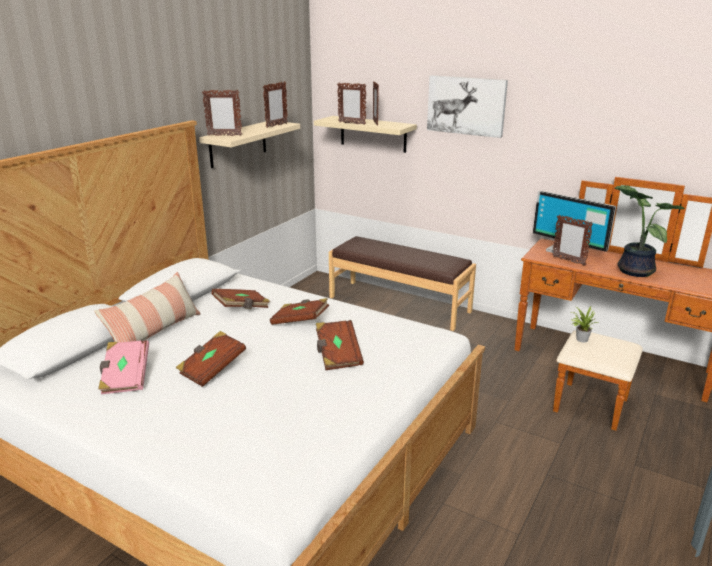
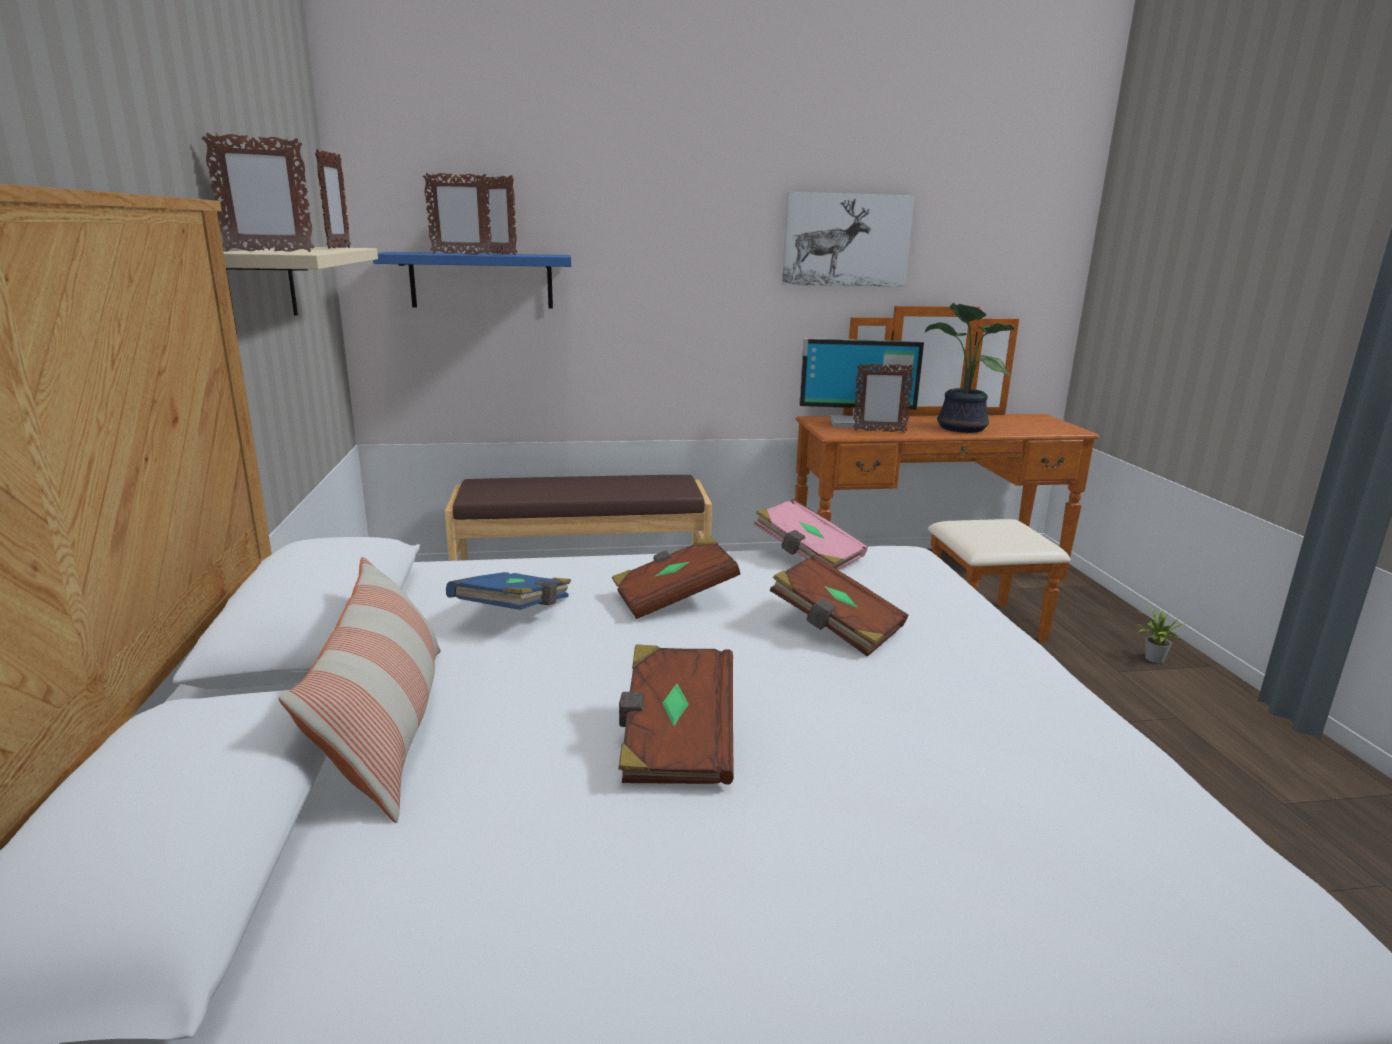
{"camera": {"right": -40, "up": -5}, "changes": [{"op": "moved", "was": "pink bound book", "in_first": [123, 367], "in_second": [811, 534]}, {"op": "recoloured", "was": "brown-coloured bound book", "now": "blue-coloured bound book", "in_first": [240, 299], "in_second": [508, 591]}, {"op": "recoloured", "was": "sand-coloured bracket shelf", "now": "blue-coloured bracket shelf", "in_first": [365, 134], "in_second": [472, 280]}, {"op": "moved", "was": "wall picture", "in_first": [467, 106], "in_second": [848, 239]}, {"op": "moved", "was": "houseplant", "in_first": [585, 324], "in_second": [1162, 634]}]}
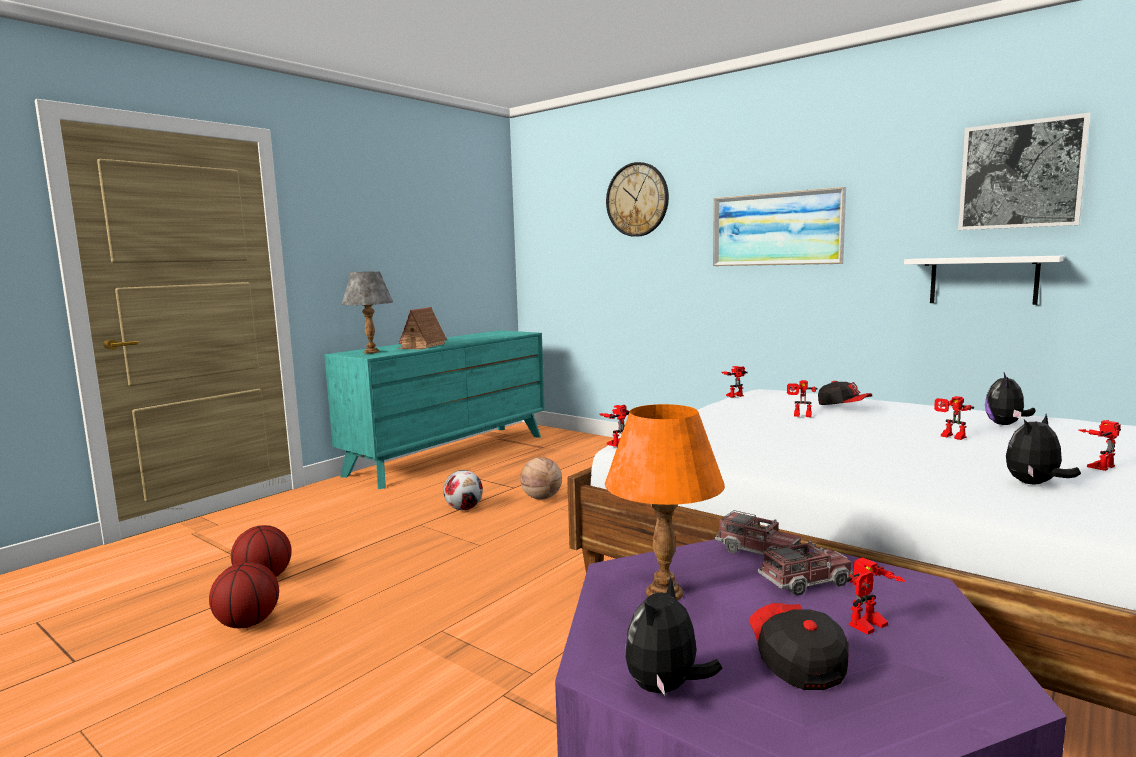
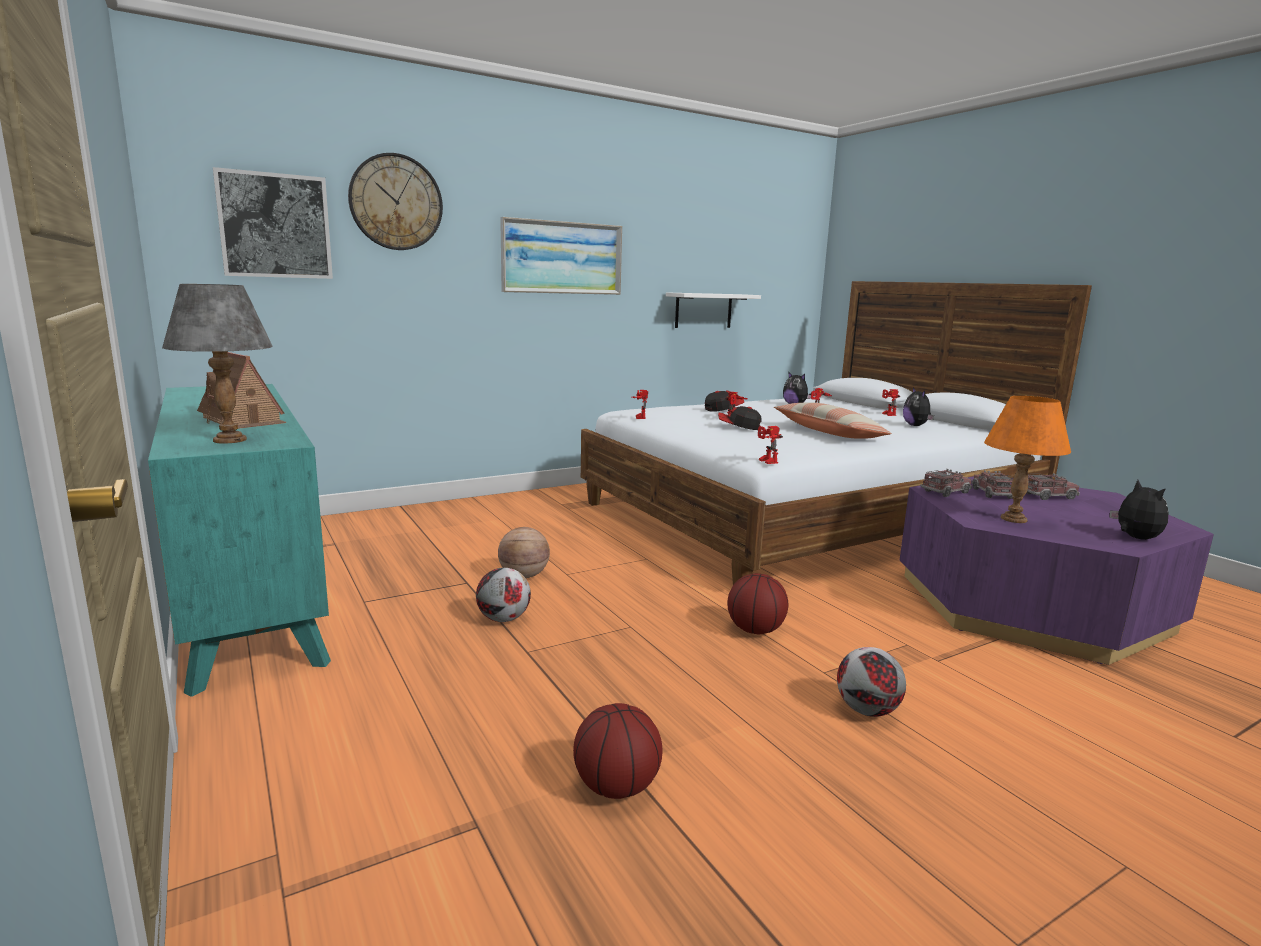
{"camera": {"right": -70, "up": 5}, "changes": [{"op": "moved", "was": "ball for basketball", "in_first": [244, 595], "in_second": [757, 603]}, {"op": "turned", "was": "plush toy", "in_first": [673, 636], "in_second": [1139, 510], "clockwise": -150}, {"op": "moved", "was": "cap", "in_first": [799, 646], "in_second": [740, 418]}, {"op": "replaced", "was": "model robot", "now": "model truck", "in_first": [875, 596], "in_second": [1053, 486]}, {"op": "moved", "was": "wall picture", "in_first": [1024, 171], "in_second": [273, 223]}, {"op": "added", "now": "cushion", "in_second": [833, 420]}, {"op": "added", "now": "ball for football", "in_second": [871, 682]}]}
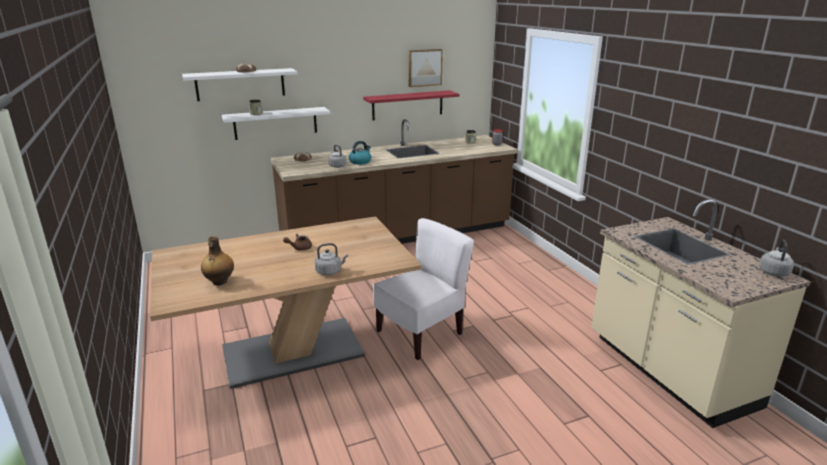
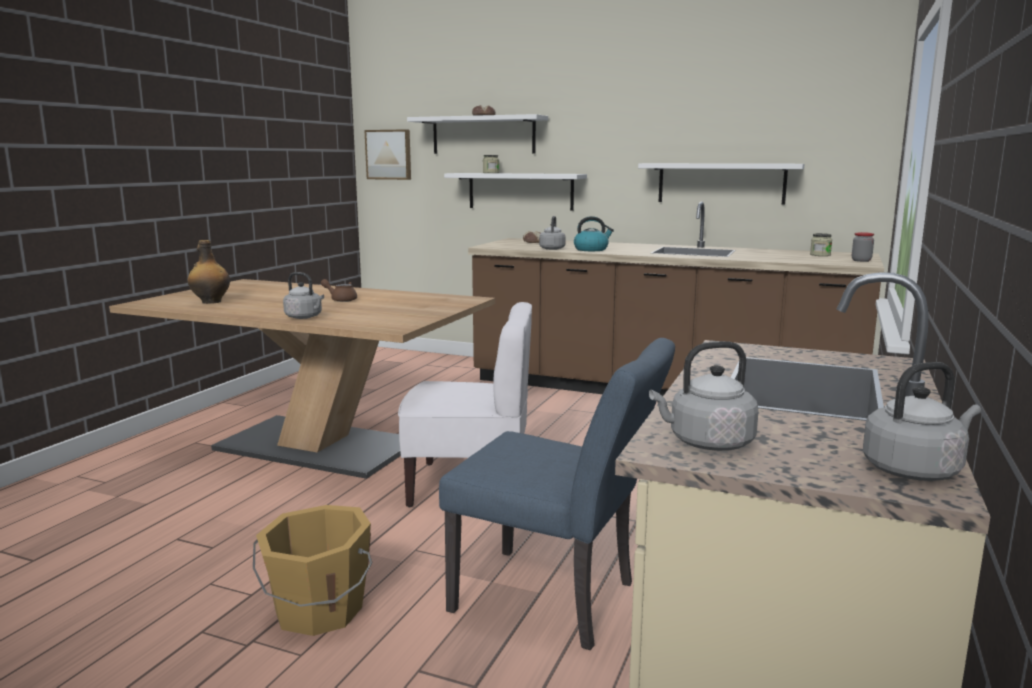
{"camera": {"right": 45, "up": -10}, "changes": [{"op": "recoloured", "was": "reddish bracket shelf", "now": "white bracket shelf", "in_first": [411, 105], "in_second": [721, 184]}, {"op": "moved", "was": "wall picture", "in_first": [425, 68], "in_second": [387, 154]}, {"op": "added", "now": "orange-coloured bucket", "in_second": [313, 570]}, {"op": "added", "now": "blue-coloured chair", "in_second": [557, 494]}, {"op": "added", "now": "gray water kettle", "in_second": [704, 396]}]}
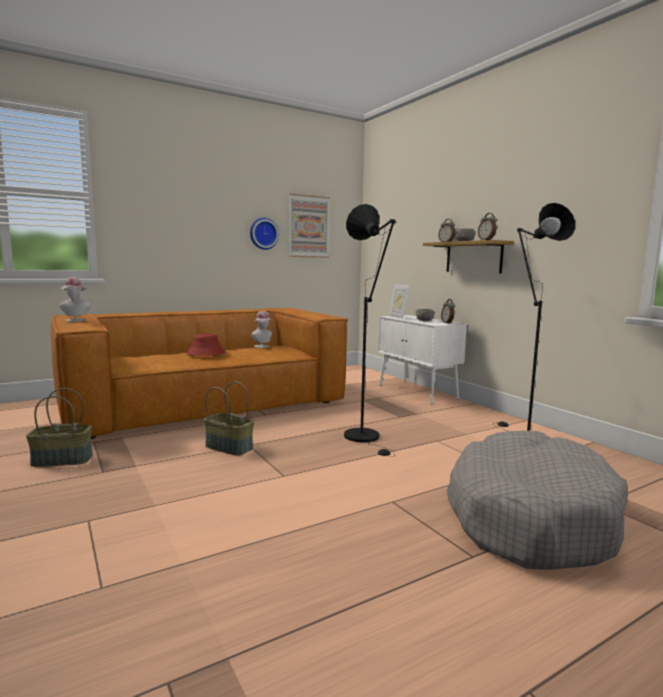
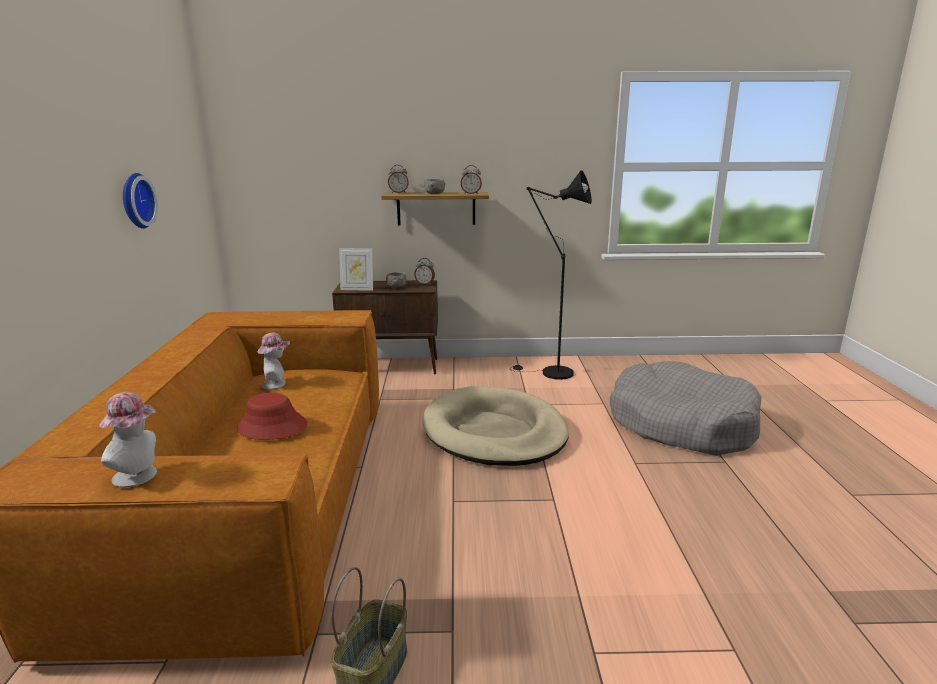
{"camera": {"right": -60, "up": 10}, "changes": [{"op": "removed", "was": "basket", "in_first": [229, 418]}, {"op": "removed", "was": "wall picture", "in_first": [309, 225]}, {"op": "replaced", "was": "black standing lamp", "now": "sand-coloured pet bed", "in_first": [370, 330], "in_second": [496, 426]}, {"op": "recoloured", "was": "white cabinet", "now": "brown-coloured cabinet", "in_first": [422, 360], "in_second": [385, 327]}]}
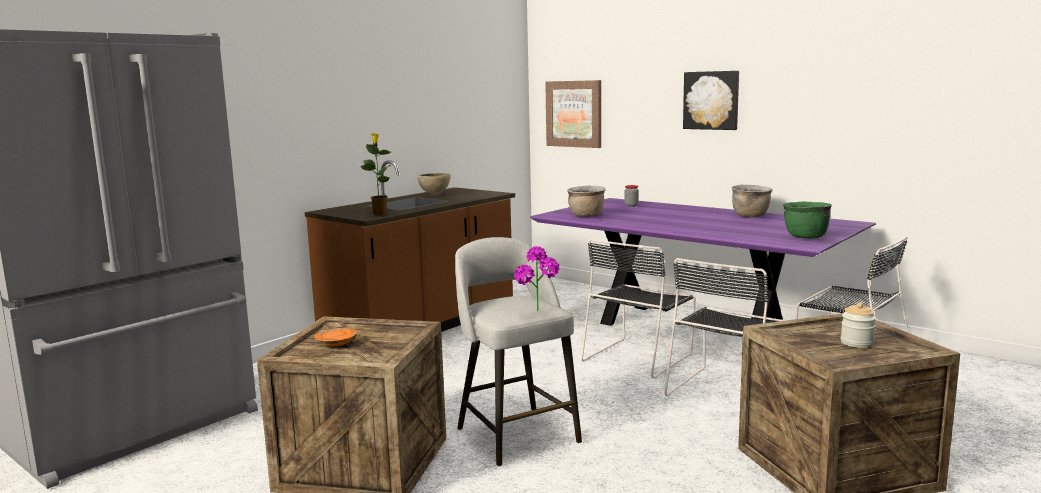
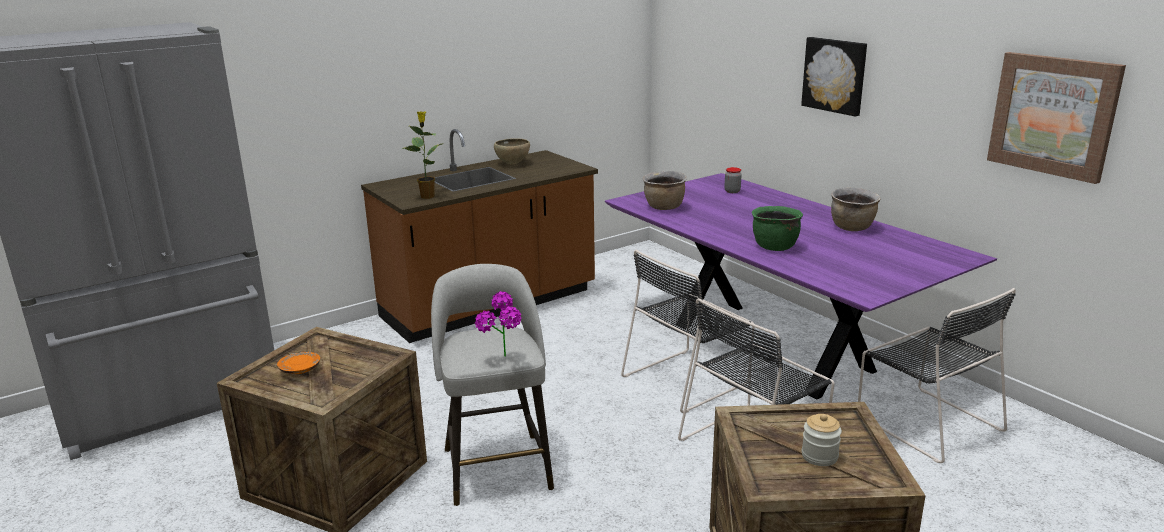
{"camera": {"right": 15, "up": 10}, "changes": [{"op": "moved", "was": "wall picture", "in_first": [573, 114], "in_second": [1056, 118]}, {"op": "moved", "was": "green stockpot", "in_first": [807, 220], "in_second": [777, 228]}]}
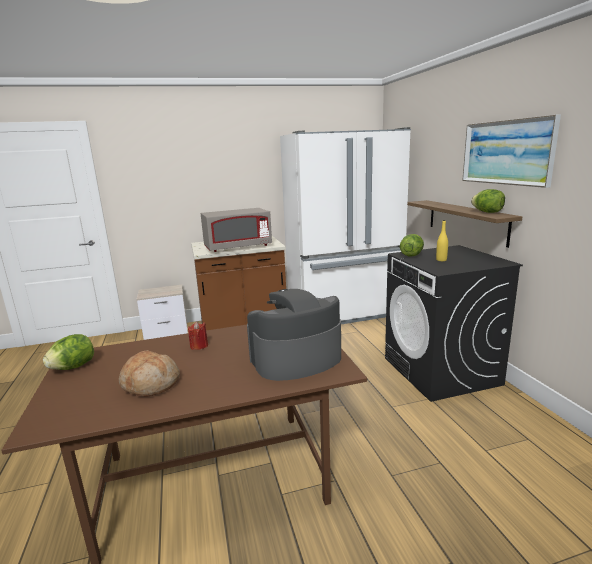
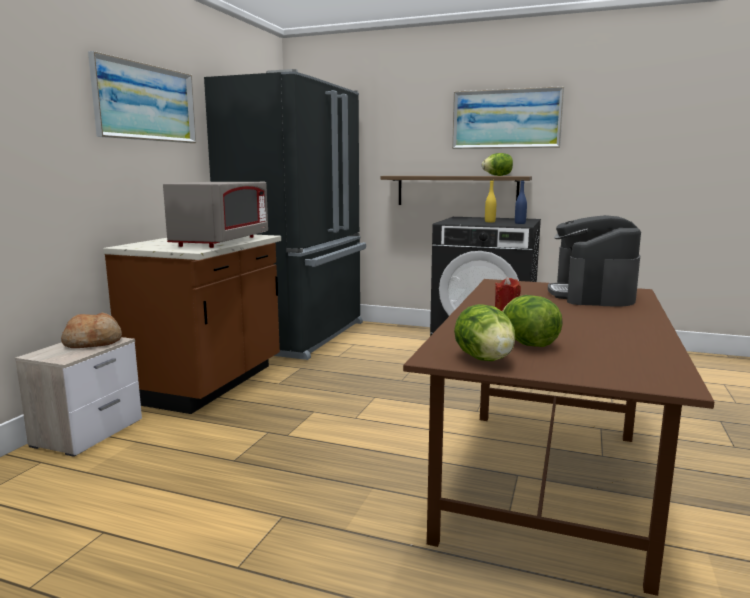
{"camera": {"right": -55, "up": -5}, "changes": [{"op": "moved", "was": "baked bread", "in_first": [149, 373], "in_second": [91, 330]}, {"op": "recoloured", "was": "white refrigerator", "now": "black refrigerator", "in_first": [345, 225], "in_second": [285, 214]}, {"op": "moved", "was": "lettuce head", "in_first": [412, 245], "in_second": [532, 321]}, {"op": "added", "now": "wall picture", "in_second": [142, 97]}, {"op": "added", "now": "blue-coloured bottle", "in_second": [521, 202]}]}
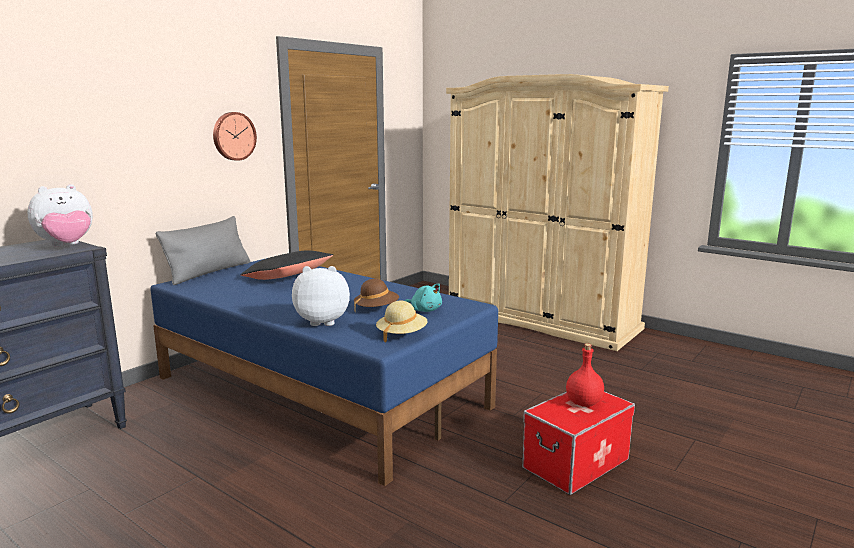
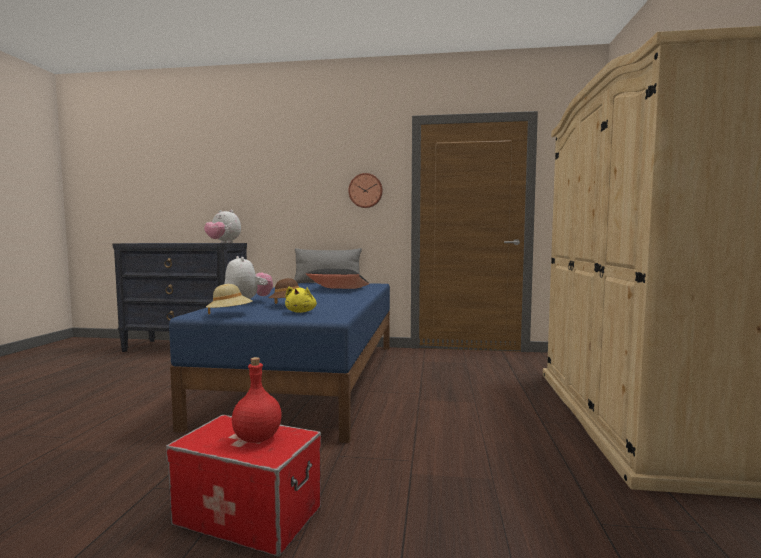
{"camera": {"right": 60, "up": -10}, "changes": [{"op": "recoloured", "was": "blue-green plush toy", "now": "yellow plush toy", "in_first": [423, 297], "in_second": [301, 300]}]}
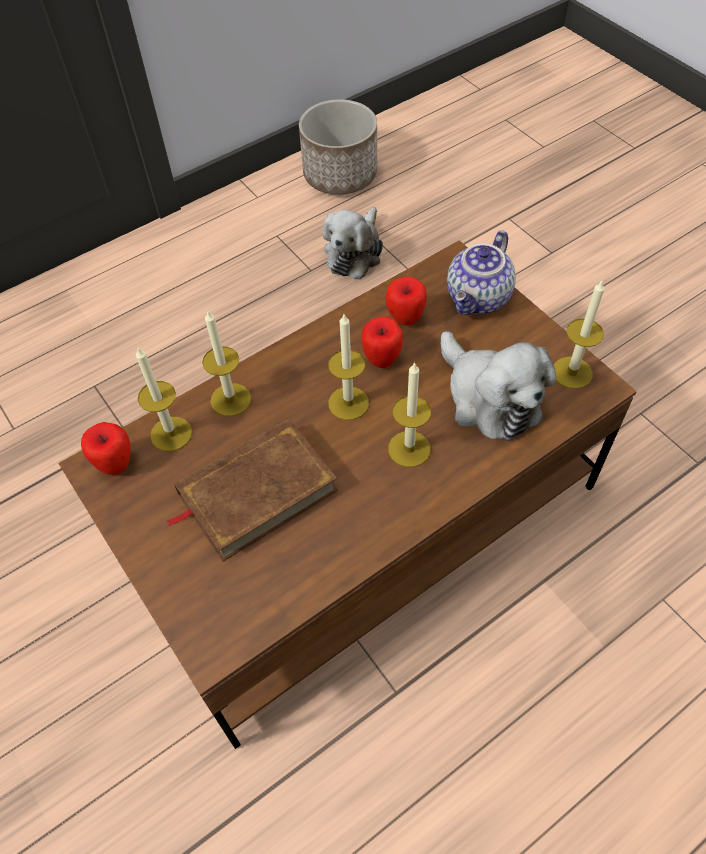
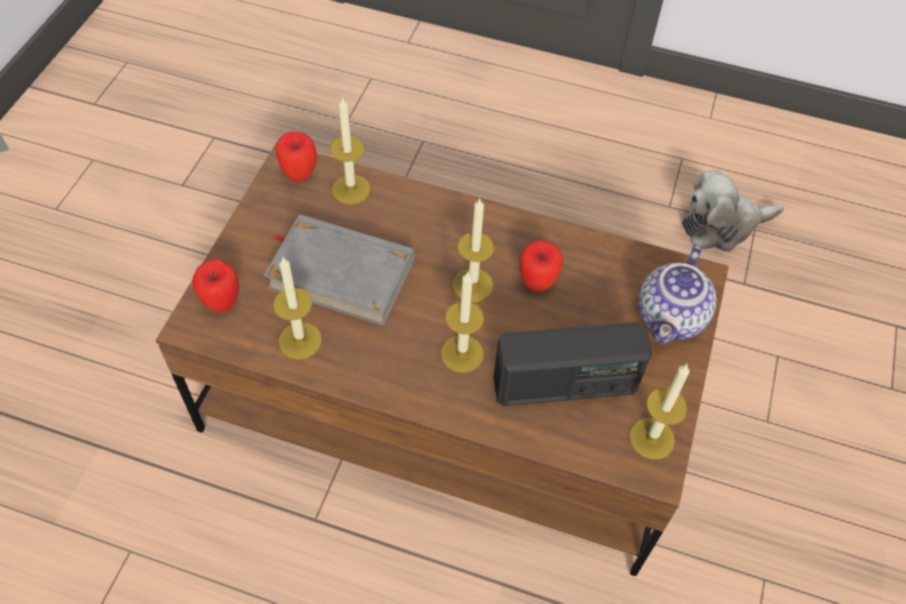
{"camera": {"right": 50, "up": 0}, "changes": [{"op": "recoloured", "was": "brown-coloured bound book", "now": "gray bound book", "in_first": [252, 489], "in_second": [339, 270]}, {"op": "moved", "was": "wax candle", "in_first": [226, 363], "in_second": [297, 308]}, {"op": "removed", "was": "flower pot", "in_first": [338, 147]}, {"op": "moved", "was": "apple", "in_first": [406, 301], "in_second": [215, 285]}, {"op": "replaced", "was": "plush toy", "now": "radio set", "in_first": [498, 386], "in_second": [572, 364]}, {"op": "turned", "was": "teapot", "in_first": [481, 272], "in_second": [677, 294], "clockwise": -60}]}
